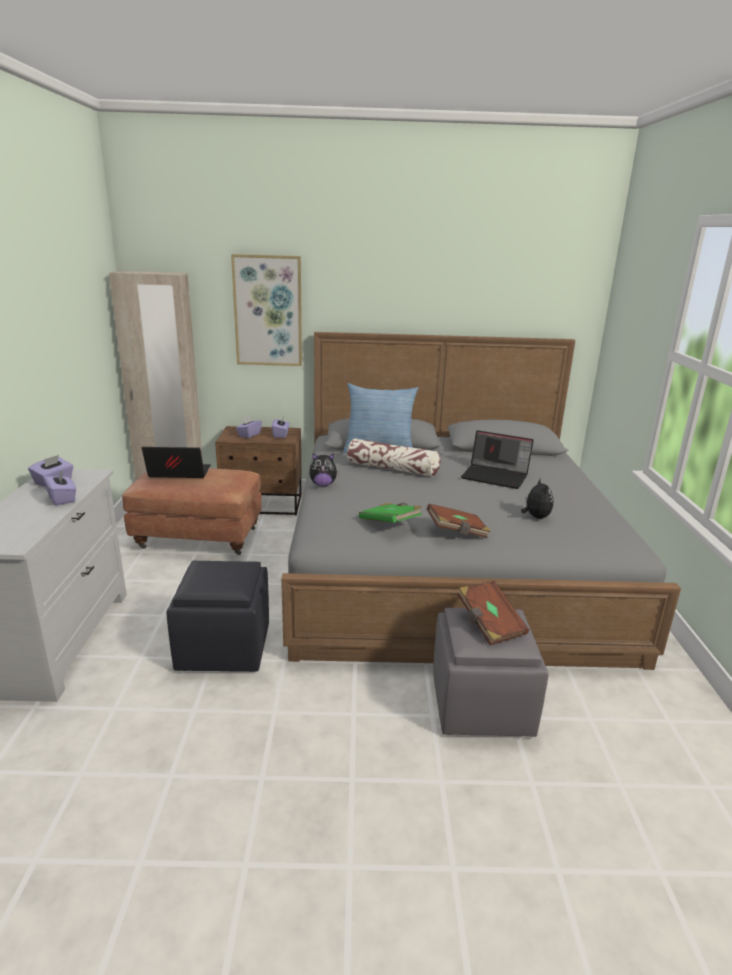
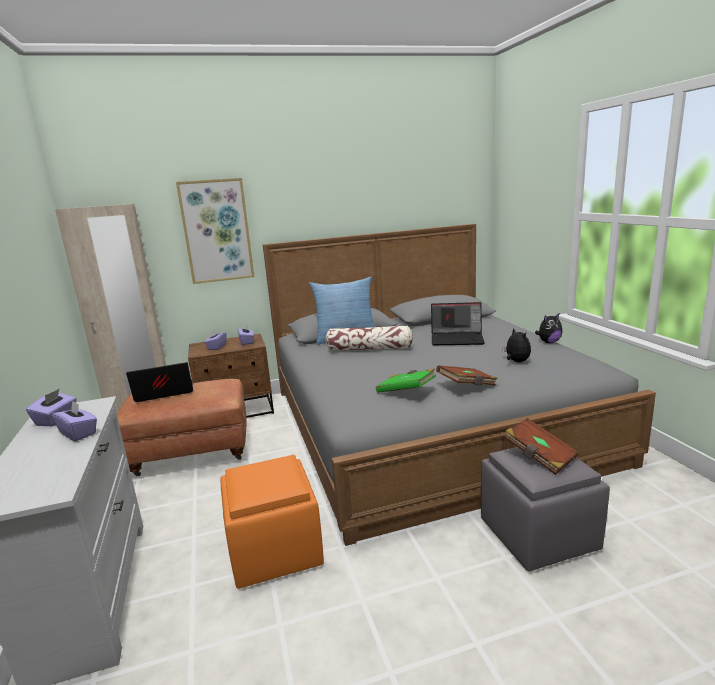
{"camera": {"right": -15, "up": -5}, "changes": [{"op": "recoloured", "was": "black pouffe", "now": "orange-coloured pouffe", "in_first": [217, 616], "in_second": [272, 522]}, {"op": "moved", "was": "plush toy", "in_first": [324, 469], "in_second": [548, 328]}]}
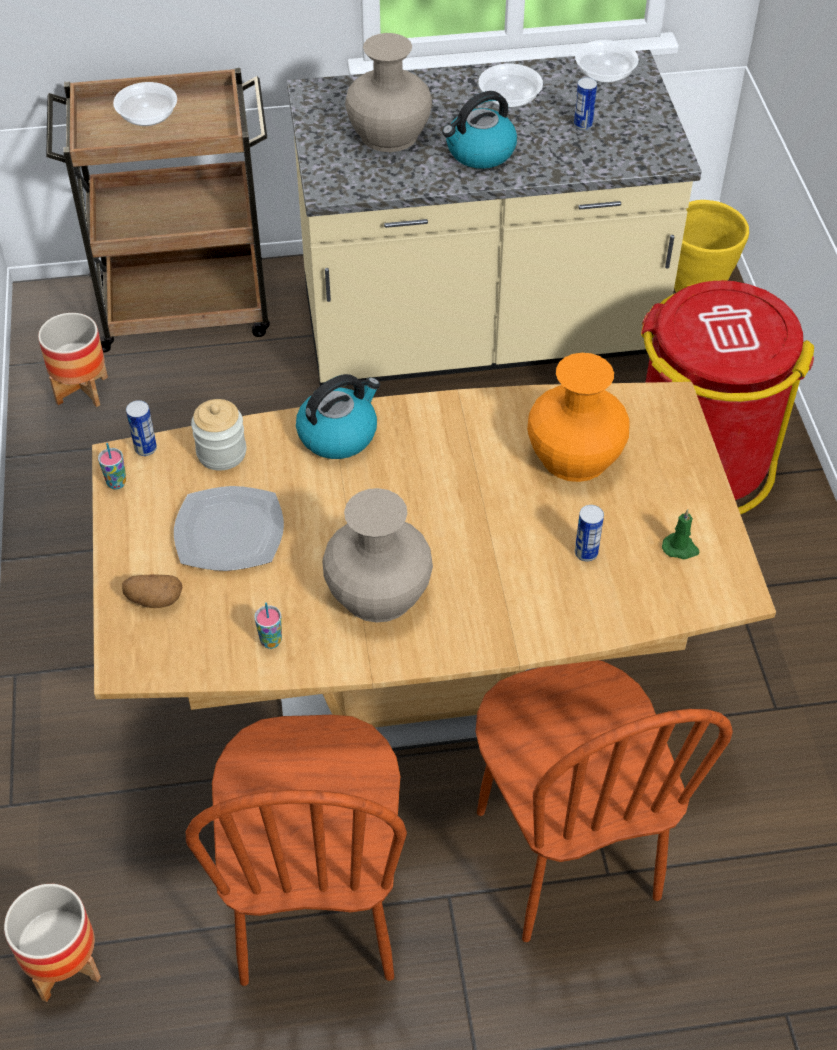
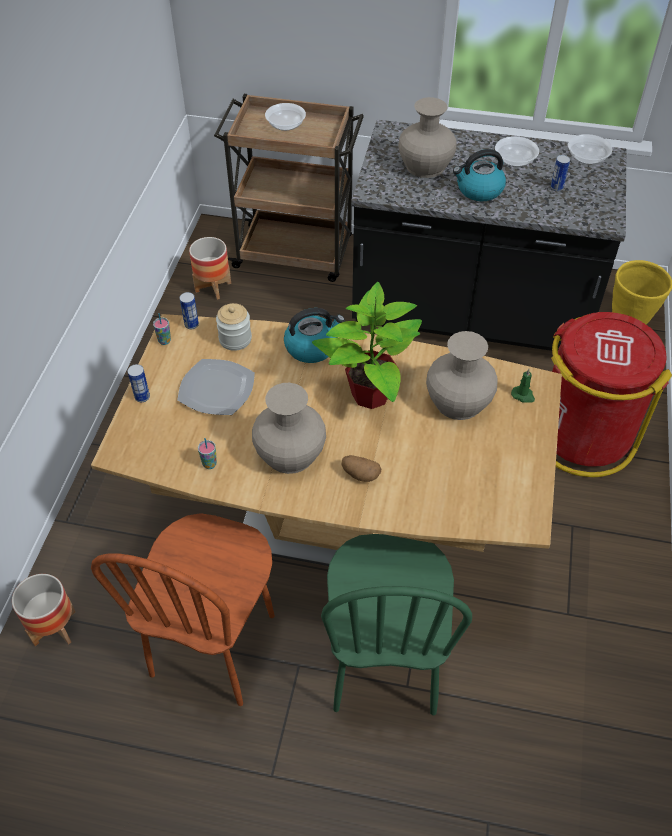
{"camera": {"right": 20, "up": 0}, "changes": [{"op": "moved", "was": "potato", "in_first": [152, 591], "in_second": [361, 468]}, {"op": "recoloured", "was": "sand-coloured kitchen base unit", "now": "black kitchen base unit", "in_first": [494, 218], "in_second": [488, 235]}, {"op": "recoloured", "was": "brown-coloured chair", "now": "green chair", "in_first": [604, 801], "in_second": [396, 624]}, {"op": "recoloured", "was": "orange-coloured vase", "now": "sand-coloured vase", "in_first": [578, 417], "in_second": [462, 375]}, {"op": "moved", "was": "sealed can", "in_first": [589, 533], "in_second": [139, 383]}, {"op": "moved", "was": "green wax candle", "in_first": [681, 534], "in_second": [523, 386]}, {"op": "added", "now": "houseplant", "in_second": [367, 345]}]}
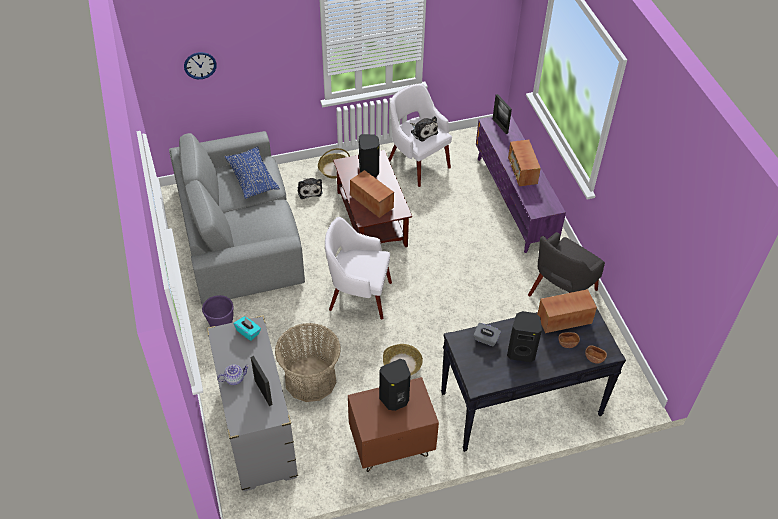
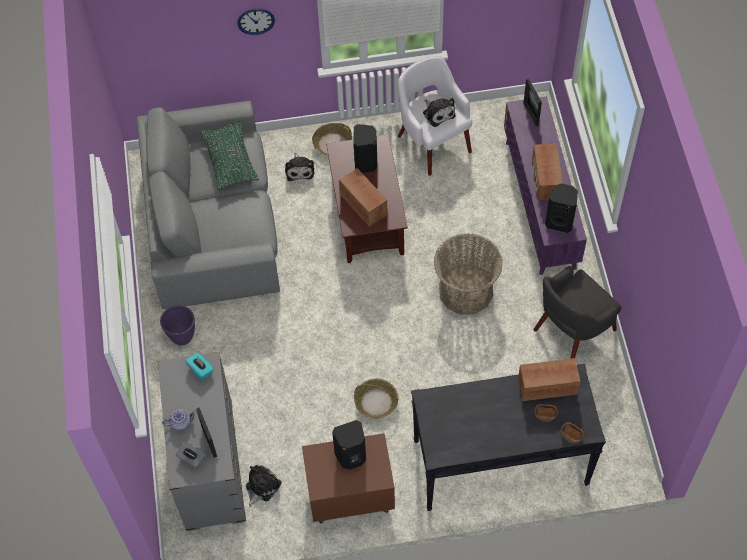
{"camera": {"right": 10, "up": 10}, "changes": [{"op": "moved", "was": "clock on the wall", "in_first": [200, 65], "in_second": [256, 22]}, {"op": "recoloured", "was": "blue-coloured cushion", "now": "green cushion", "in_first": [252, 173], "in_second": [229, 155]}, {"op": "moved", "was": "basket", "in_first": [308, 362], "in_second": [468, 274]}, {"op": "removed", "was": "white lounge chair", "in_first": [358, 268]}, {"op": "moved", "was": "gray box of tissues", "in_first": [487, 334], "in_second": [191, 455]}, {"op": "moved", "was": "black audio speaker", "in_first": [524, 336], "in_second": [561, 208]}, {"op": "added", "now": "plush toy", "in_second": [264, 486]}]}
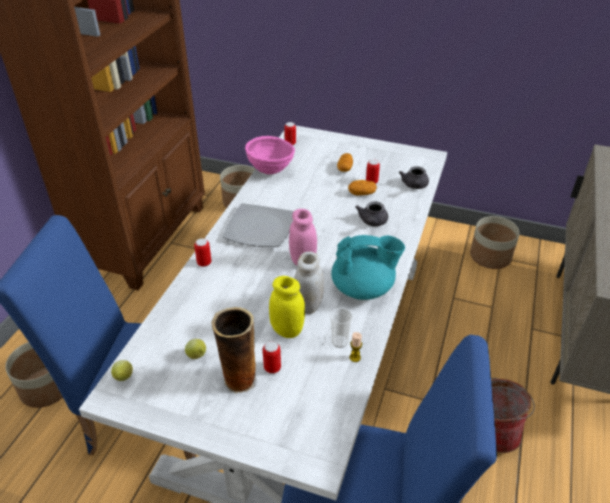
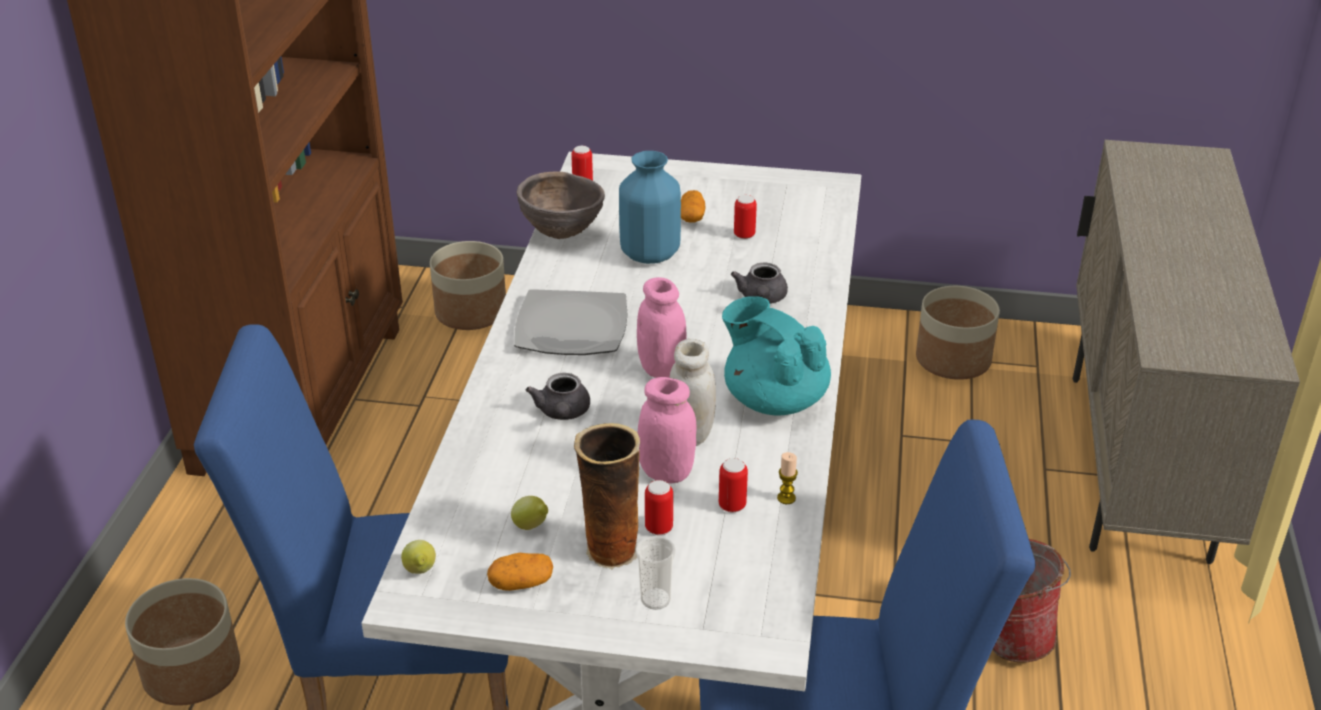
{"camera": {"right": -10, "up": -5}, "changes": [{"op": "moved", "was": "sealed can", "in_first": [203, 252], "in_second": [733, 485]}, {"op": "recoloured", "was": "pink bowl", "now": "brown-coloured bowl", "in_first": [270, 155], "in_second": [561, 205]}, {"op": "recoloured", "was": "yellow jar", "now": "pink jar", "in_first": [287, 307], "in_second": [667, 430]}, {"op": "moved", "was": "small cup", "in_first": [341, 328], "in_second": [656, 573]}, {"op": "turned", "was": "blue-green teapot", "in_first": [368, 267], "in_second": [776, 355], "clockwise": -120}, {"op": "moved", "was": "potato", "in_first": [362, 187], "in_second": [520, 572]}, {"op": "moved", "was": "gray teapot", "in_first": [414, 177], "in_second": [558, 396]}, {"op": "added", "now": "blue-coloured vase", "in_second": [650, 207]}]}
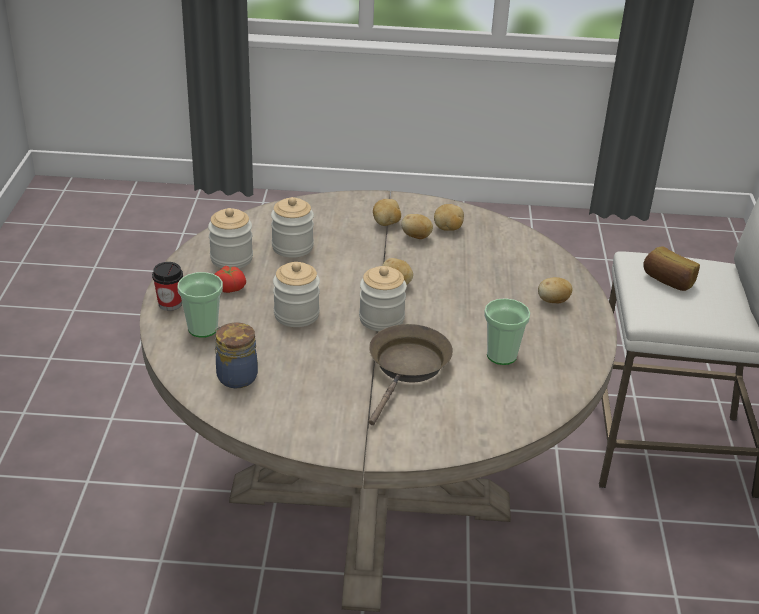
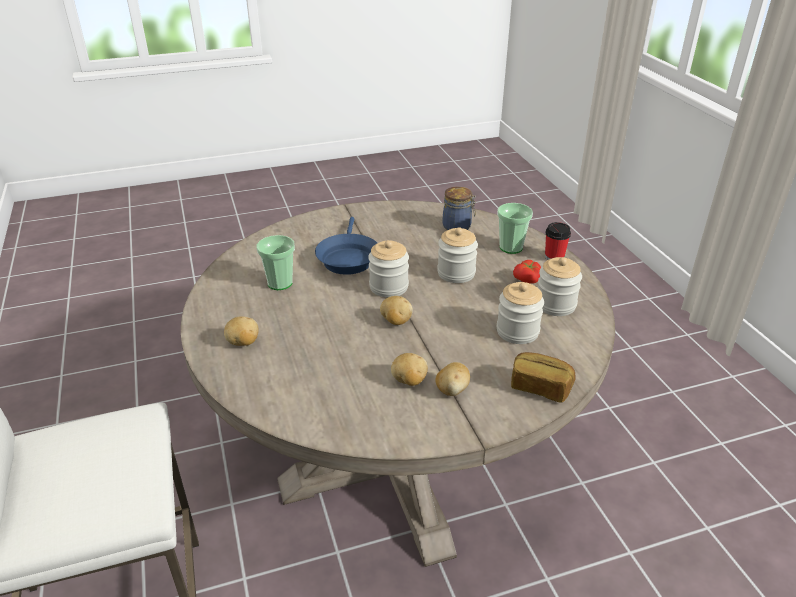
{"camera": {"right": 160, "up": 0}, "changes": [{"op": "recoloured", "was": "brown-coloured pan", "now": "blue-coloured pan", "in_first": [410, 374], "in_second": [346, 246]}, {"op": "removed", "was": "potato", "in_first": [449, 217]}, {"op": "moved", "was": "baked bread", "in_first": [671, 268], "in_second": [543, 377]}]}
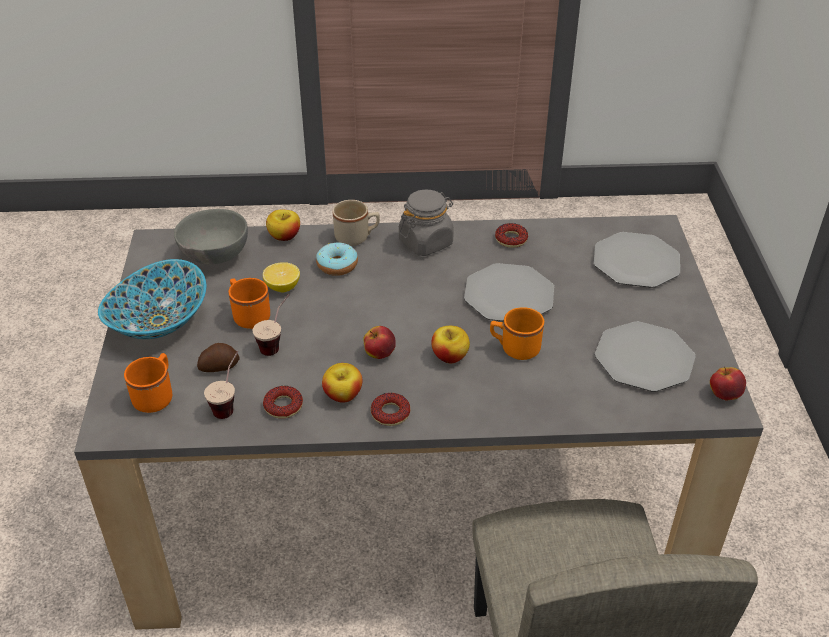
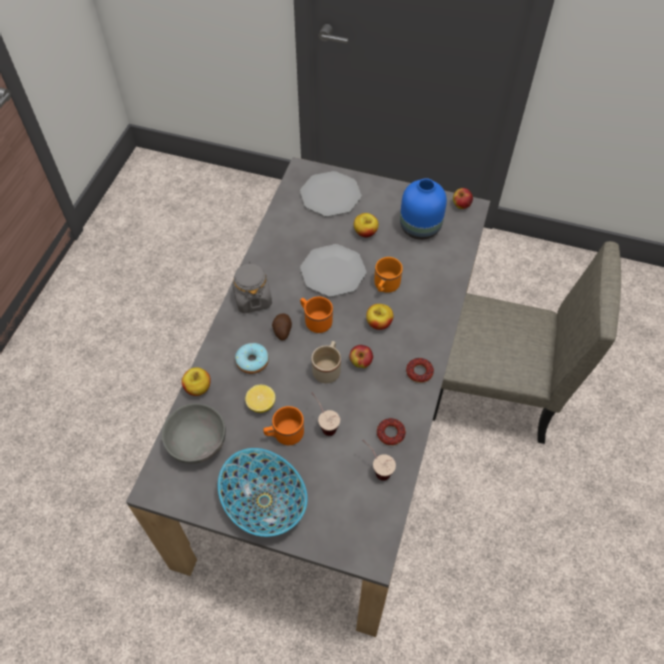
{"camera": {"right": -70, "up": 15}, "changes": [{"op": "moved", "was": "orange-coloured coffee mug", "in_first": [148, 383], "in_second": [316, 315]}, {"op": "moved", "was": "potato", "in_first": [218, 357], "in_second": [282, 327]}, {"op": "moved", "was": "apple", "in_first": [342, 383], "in_second": [366, 225]}, {"op": "moved", "was": "sand-coloured coffee mug", "in_first": [356, 223], "in_second": [326, 362]}, {"op": "removed", "was": "donut", "in_first": [511, 235]}, {"op": "replaced", "was": "flat dish", "now": "blue-coloured vase", "in_first": [645, 356], "in_second": [423, 209]}]}
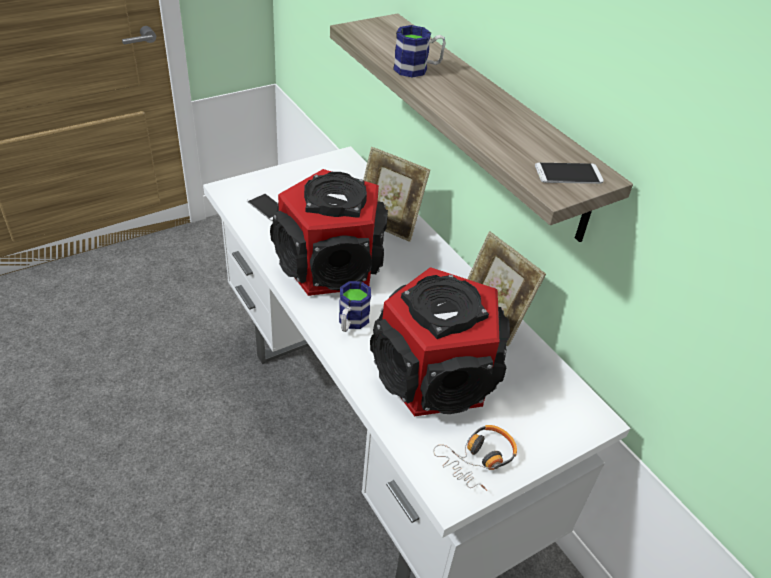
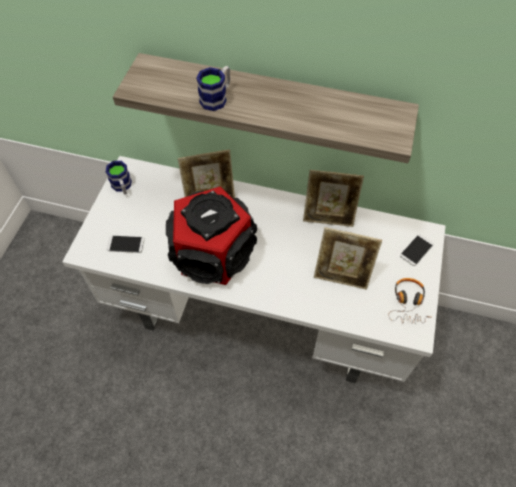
{"camera": {"right": -40, "up": 15}, "changes": [{"op": "moved", "was": "coffee mug", "in_first": [355, 306], "in_second": [119, 177]}, {"op": "replaced", "was": "audio speaker", "now": "photo frame", "in_first": [440, 341], "in_second": [348, 258]}, {"op": "moved", "was": "telephone", "in_first": [569, 173], "in_second": [416, 250]}]}
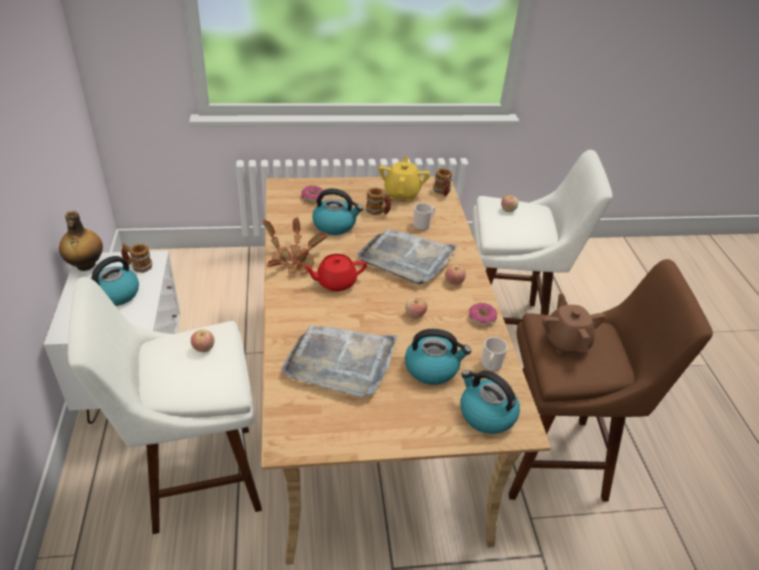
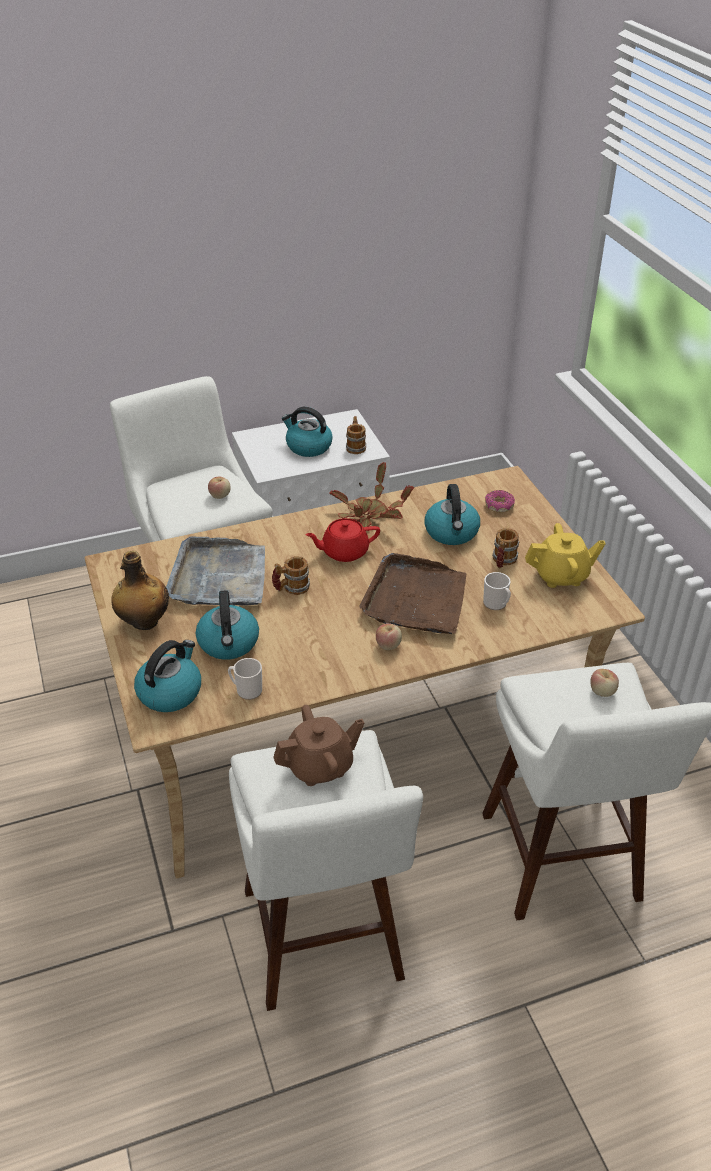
{"camera": {"right": 80, "up": 0}, "changes": [{"op": "moved", "was": "bottle", "in_first": [81, 241], "in_second": [140, 590]}, {"op": "turned", "was": "reddish teapot", "in_first": [334, 272], "in_second": [342, 540], "clockwise": -75}, {"op": "recoloured", "was": "gray serving tray", "now": "brown-coloured serving tray", "in_first": [407, 257], "in_second": [412, 593]}, {"op": "removed", "was": "apple", "in_first": [416, 308]}, {"op": "moved", "was": "coffee mug", "in_first": [442, 182], "in_second": [291, 575]}, {"op": "removed", "was": "donut", "in_first": [483, 314]}, {"op": "recoloured", "was": "brown-coloured sitting stool", "now": "white sitting stool", "in_first": [610, 380], "in_second": [326, 870]}]}
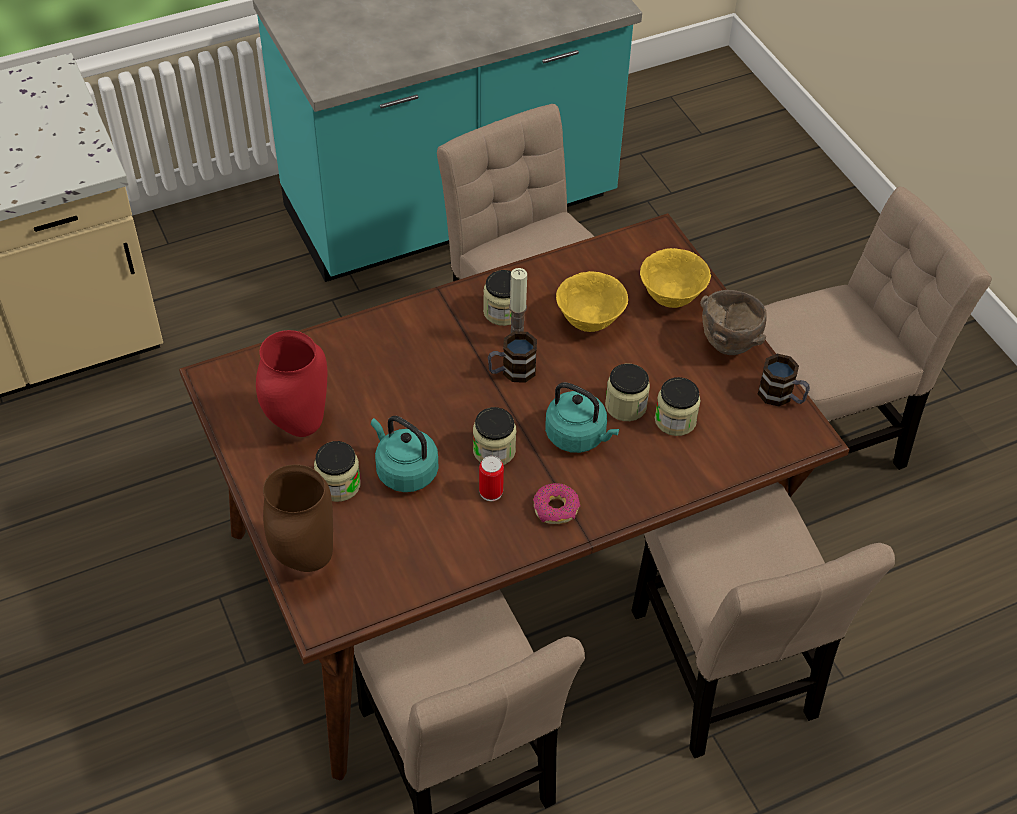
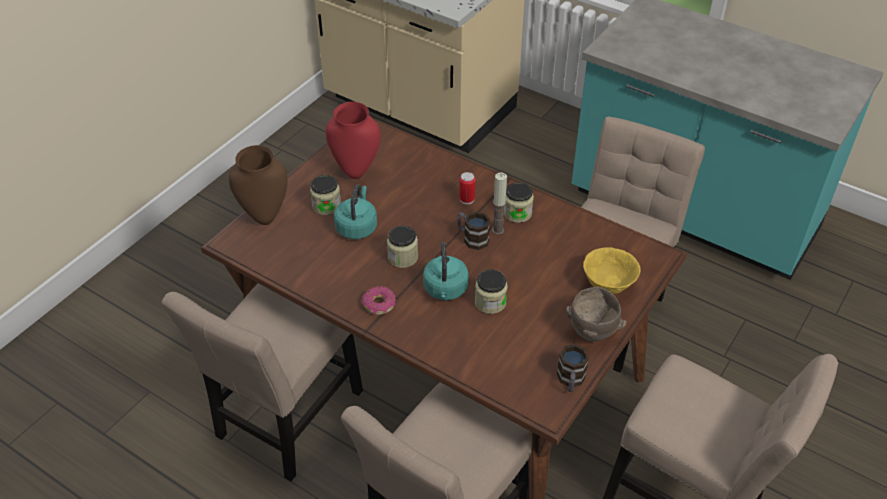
{"camera": {"right": 60, "up": -5}, "changes": [{"op": "moved", "was": "sealed can", "in_first": [491, 478], "in_second": [467, 188]}, {"op": "removed", "was": "yellow bowl", "in_first": [592, 301]}, {"op": "removed", "was": "jar", "in_first": [678, 406]}]}
